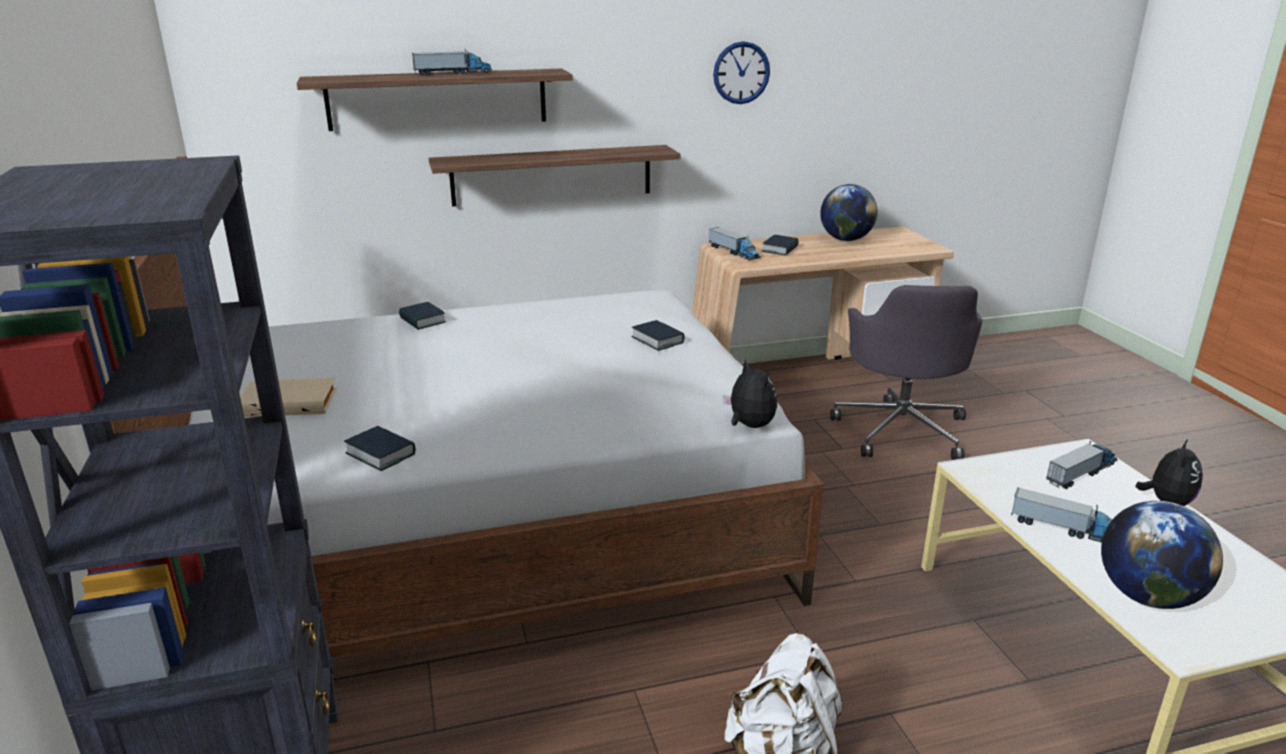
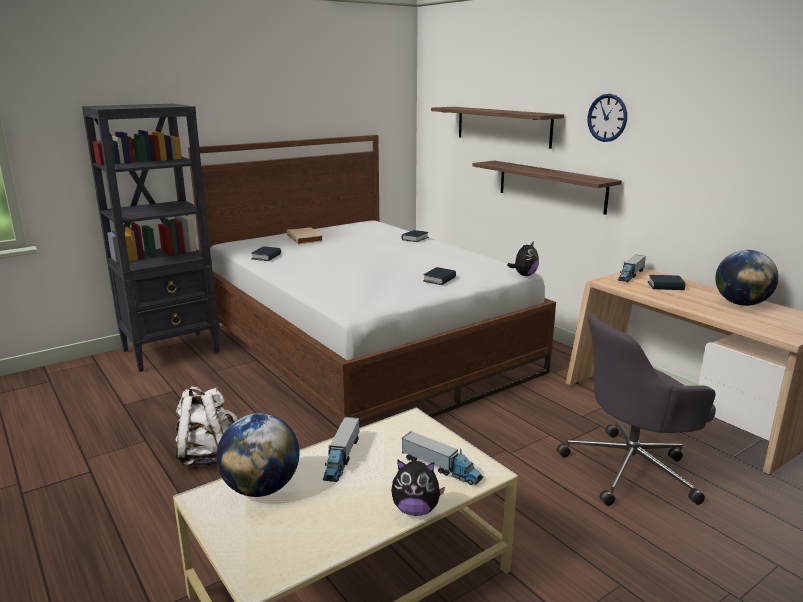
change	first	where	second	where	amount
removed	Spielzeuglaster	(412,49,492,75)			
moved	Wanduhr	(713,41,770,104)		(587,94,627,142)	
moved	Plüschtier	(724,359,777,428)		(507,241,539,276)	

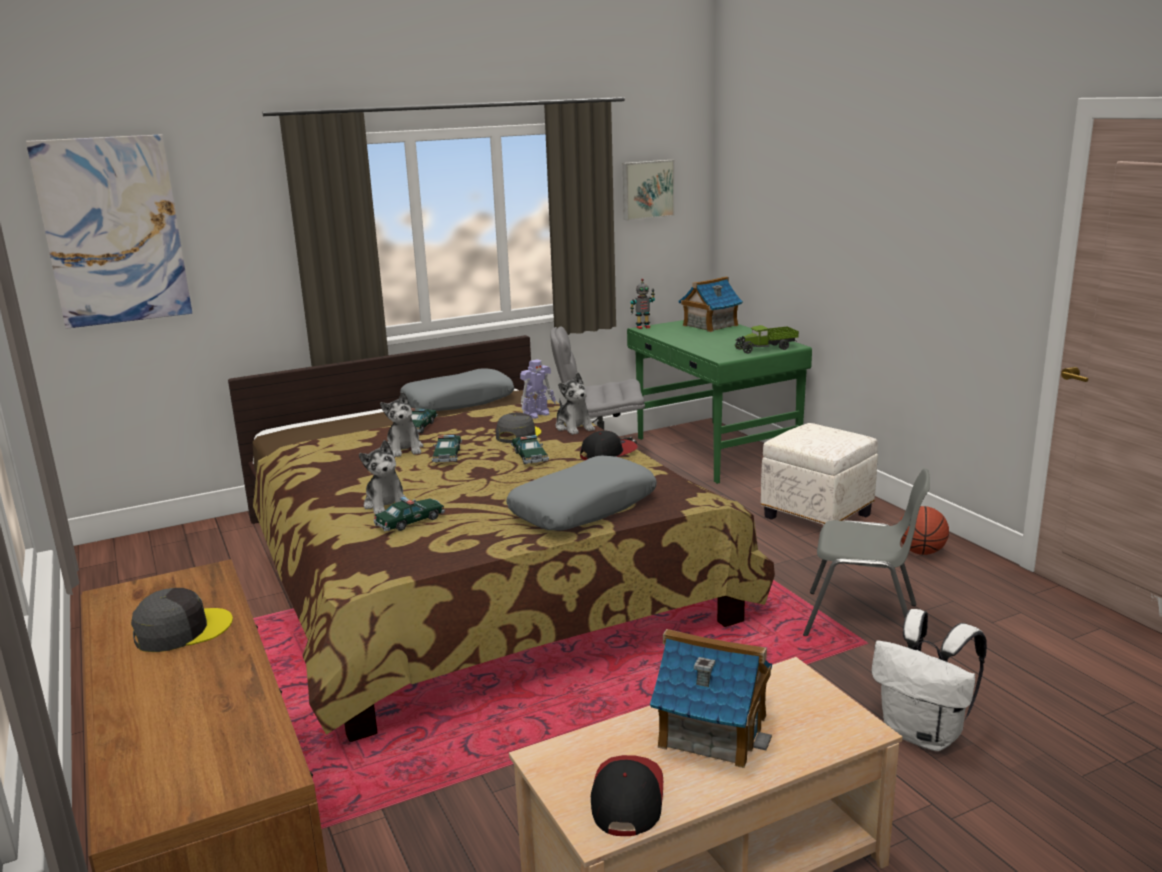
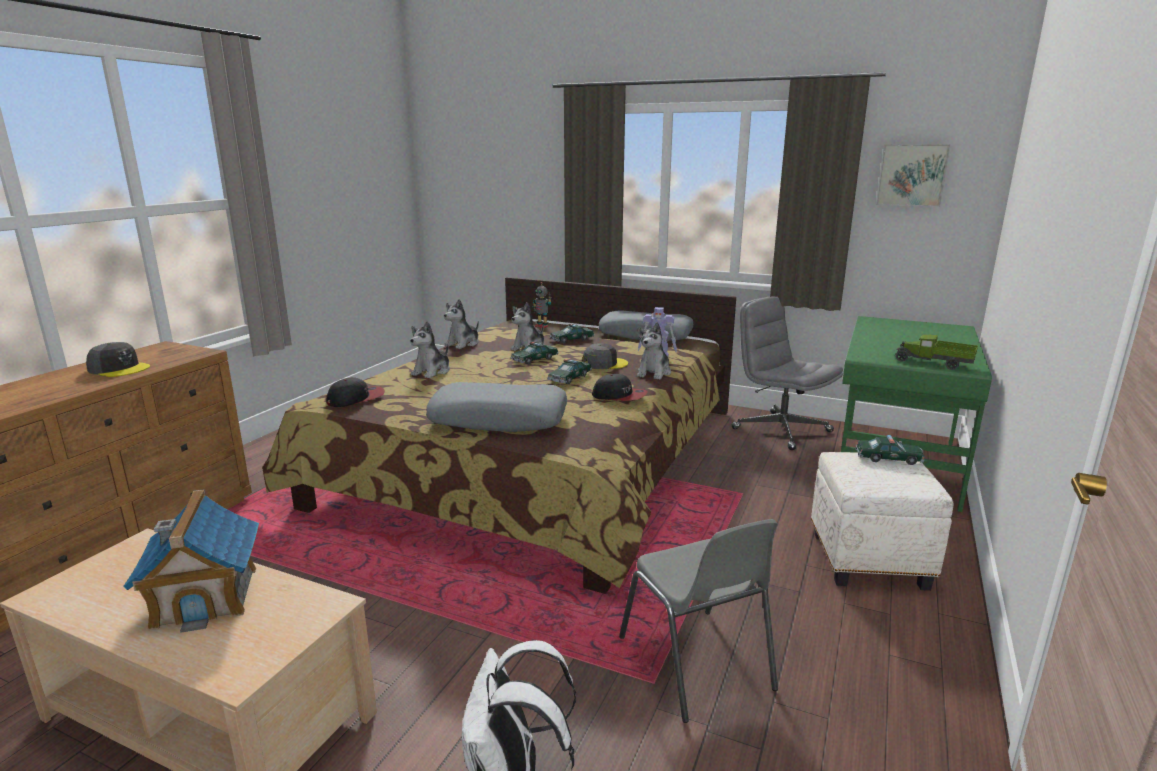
change	first	where	second	where	amount
removed	Bild	(26,134,192,329)			
moved	Spielzeugauto	(373,497,445,532)		(855,435,925,465)	
moved	Kappe	(591,755,663,836)		(326,377,385,407)	
moved	Spielzeugroboter	(630,279,655,329)		(533,282,552,328)	
removed	Spielzeughaus	(678,276,743,332)			
removed	Basketball	(899,506,949,555)			
added			Plüschtier	(444,299,479,349)	

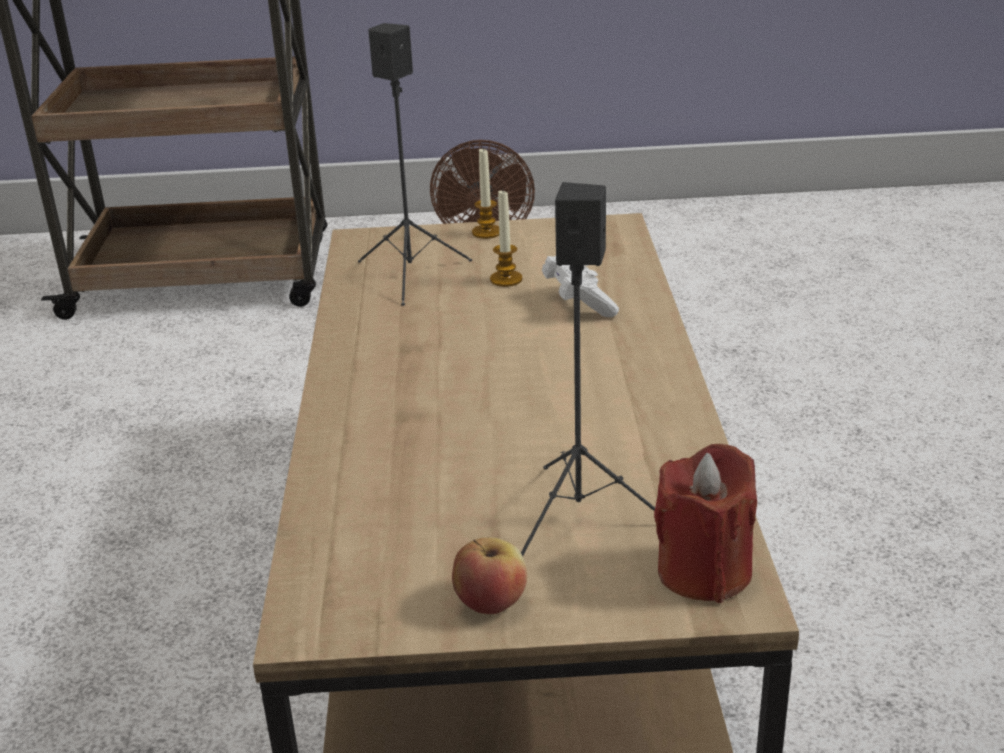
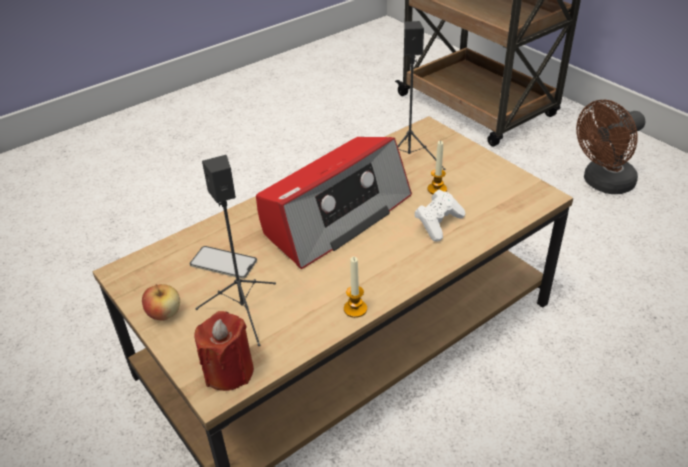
change	first	where	second	where	amount
moved	Kerze	(472,149,499,239)		(344,257,367,318)	
added			Handy	(190,246,257,279)	
added			Radio	(256,137,412,269)	

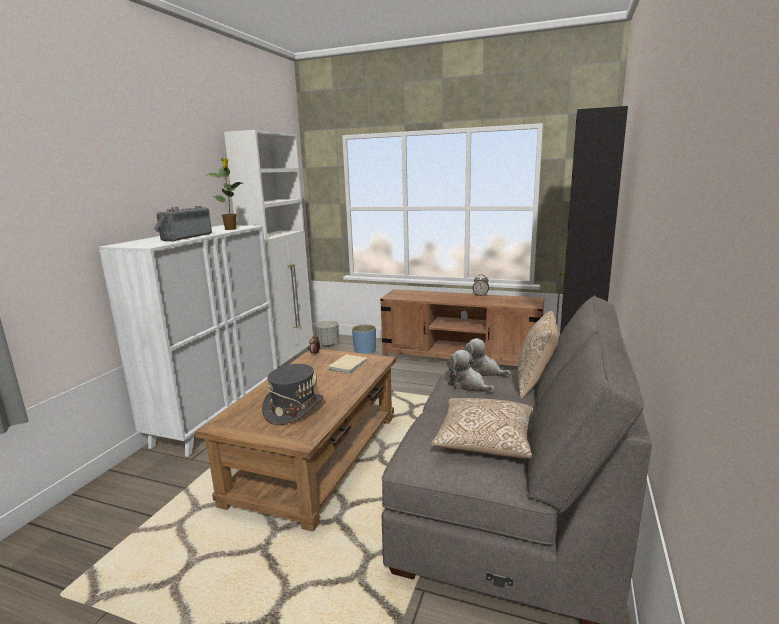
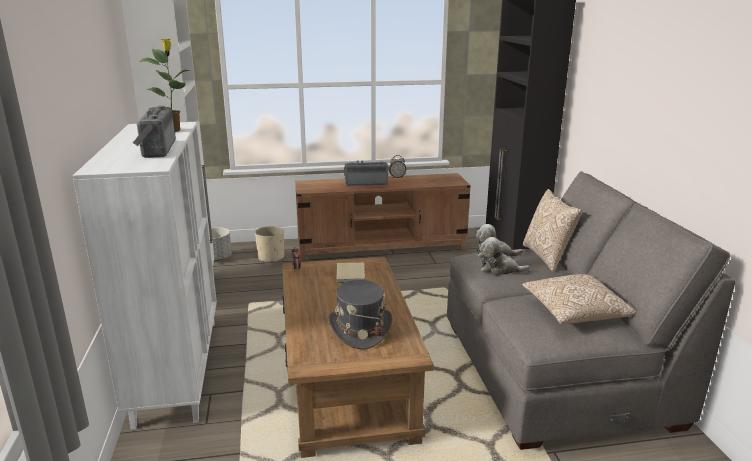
change	first	where	second	where	amount
recoloured	Pflanzkübel (blau)	(352,324,376,354)	Pflanzkübel (beige)	(255,226,284,263)	
added			Radio	(344,160,389,186)	

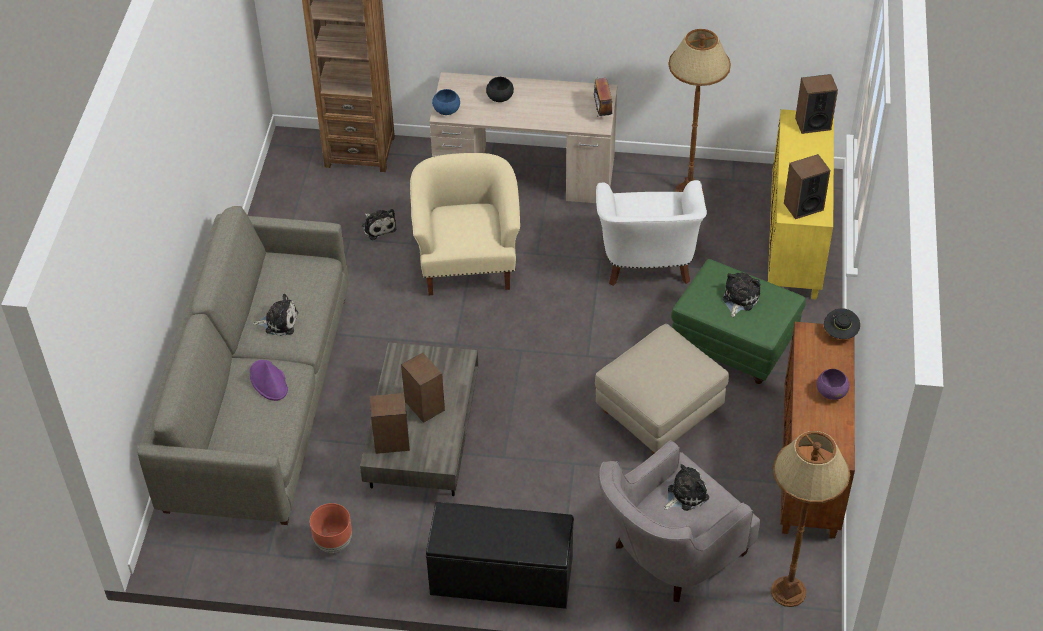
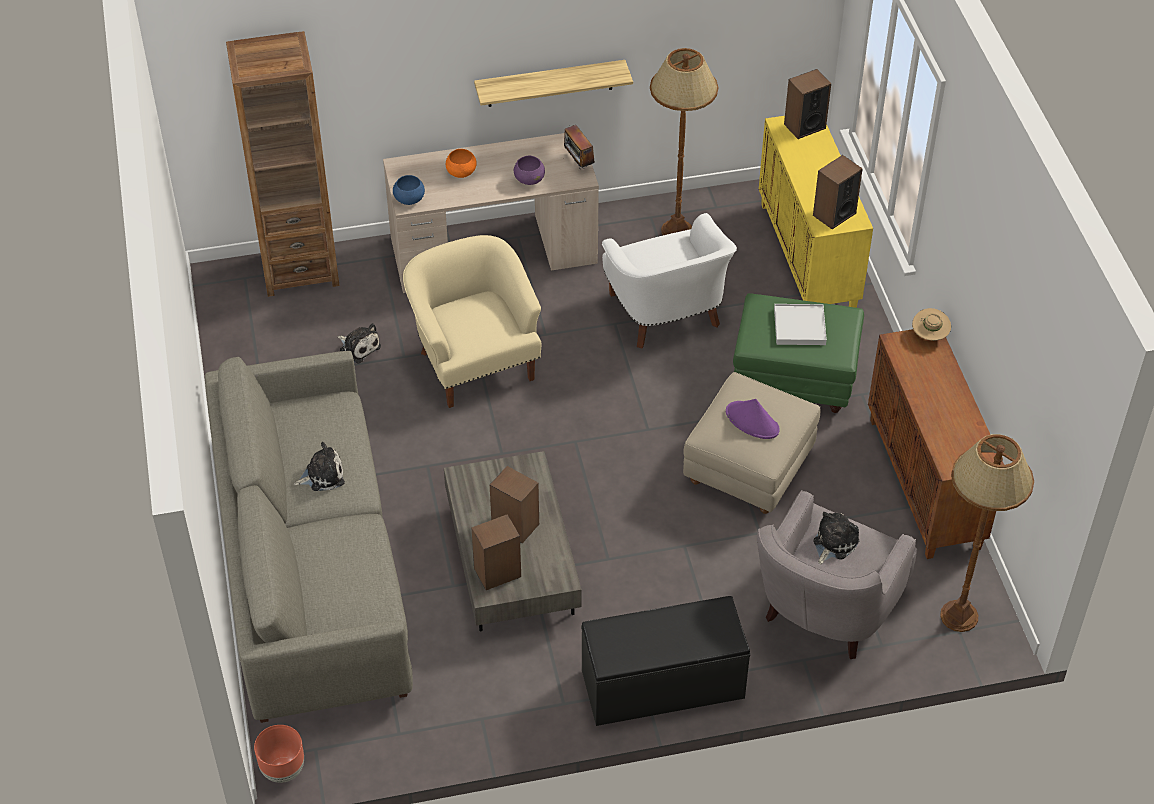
change	first	where	second	where	amount
moved	Hut (lila)	(250,360,288,401)		(726,399,780,439)	
moved	Pflanzkübel (braun)	(310,503,352,553)		(254,725,304,783)	
recoloured	Schüssel (schwarz)	(486,77,514,102)	Schüssel (orange)	(446,149,477,178)	
replaced	Plüschtier	(723,272,760,317)	Tablett (weiß)	(774,304,827,345)	
moved	Schüssel (lila)	(816,369,849,400)		(514,156,545,185)	
recoloured	Hut (schwarz)	(824,308,860,339)	Hut (beige)	(912,308,951,341)	
added			Wandregal	(474,60,633,107)	

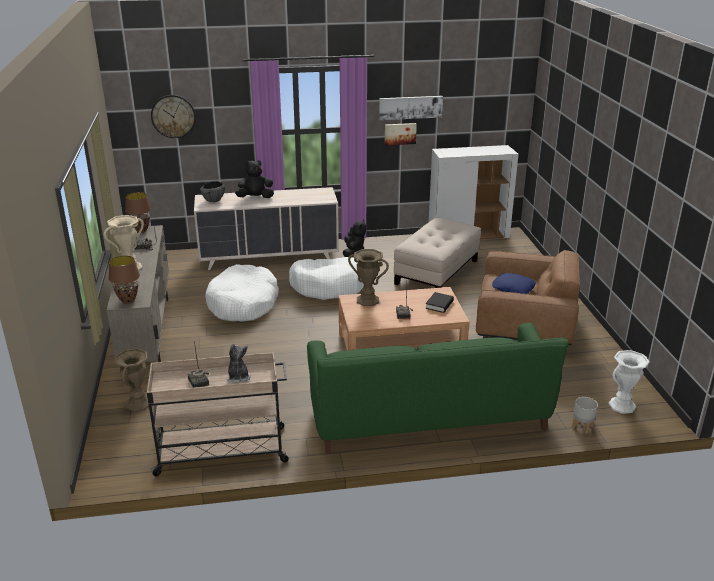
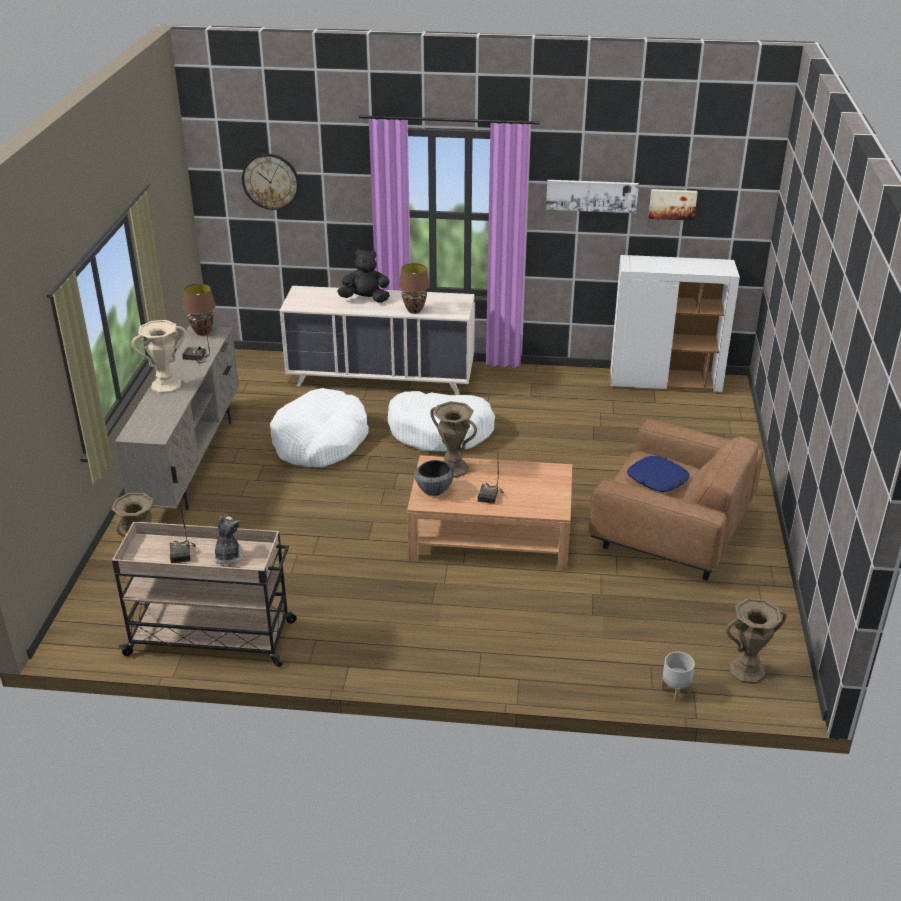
change	first	where	second	where	amount
moved	Tischlampe (braun)	(109,255,140,304)		(398,263,430,314)	
moved	Schüssel	(200,182,225,202)		(414,460,454,496)	
removed	Sofa (grün)	(307,323,569,453)			
removed	Plüschtier (schwarz)	(343,219,366,257)			
moved	Bild	(385,123,417,146)		(649,189,698,221)	
removed	Polsterhocker (beige)	(394,218,481,288)			
removed	Buch (schwarz)	(425,292,454,313)			
recoloured	Vase (weiß)	(609,350,650,414)	Vase (braun)	(726,598,787,684)	

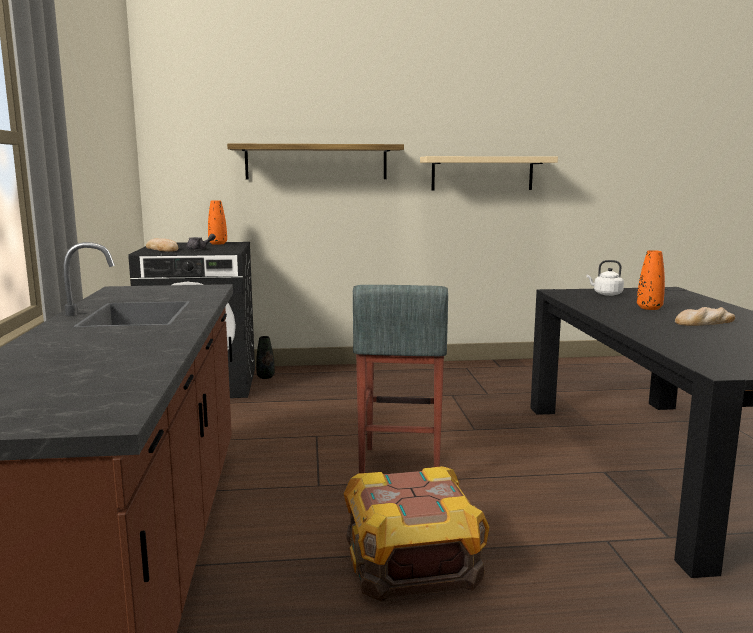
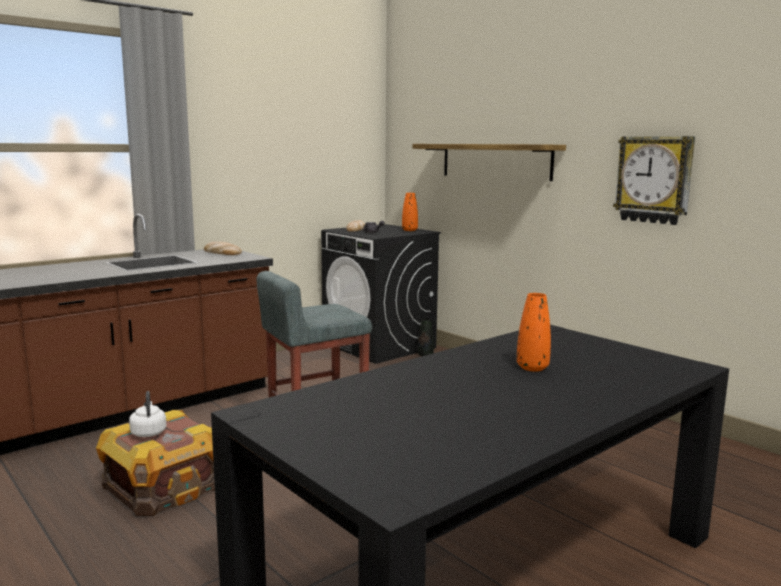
change	first	where	second	where	amount
replaced	Wandregal (beige)	(420,156,558,190)	Wanduhr	(613,136,695,225)	
moved	Wasserkessel (weiß)	(587,260,624,296)		(129,391,166,437)	
moved	Brot	(675,307,735,326)		(204,242,242,255)	

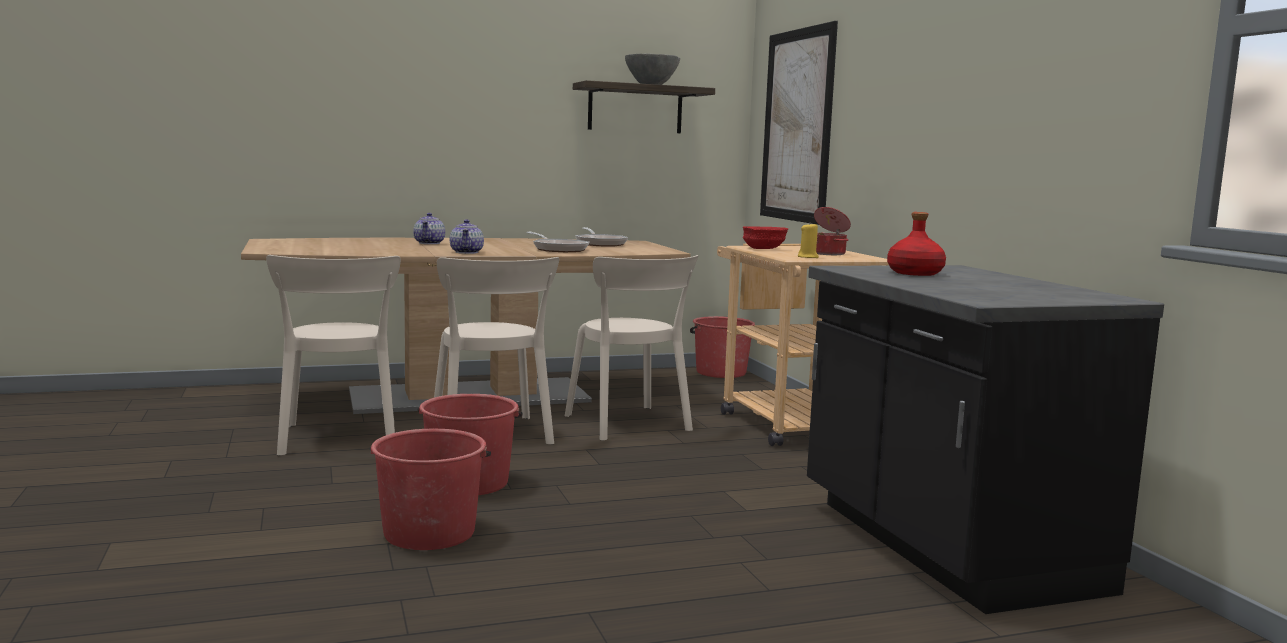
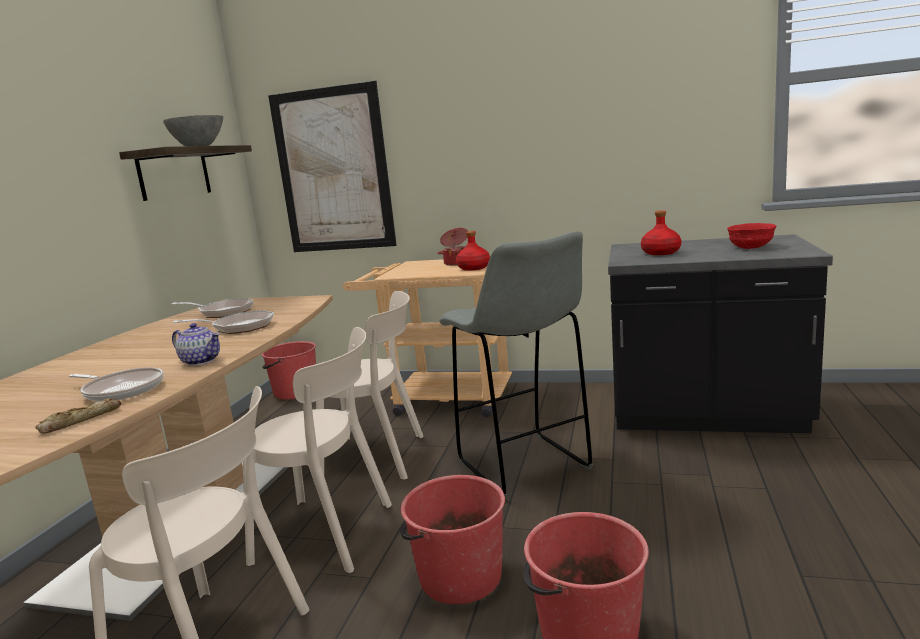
change	first	where	second	where	amount
removed	Teekanne	(413,213,445,244)			
moved	Schüssel (rot)	(743,226,788,249)		(727,223,776,249)	
replaced	Kerze (gelb)	(798,224,819,258)	Flasche (rot)	(456,231,490,271)	
added			Brot	(35,398,121,433)	
added			Pfanne	(69,367,164,402)	
added			Hocker (grau)	(439,231,593,499)	

